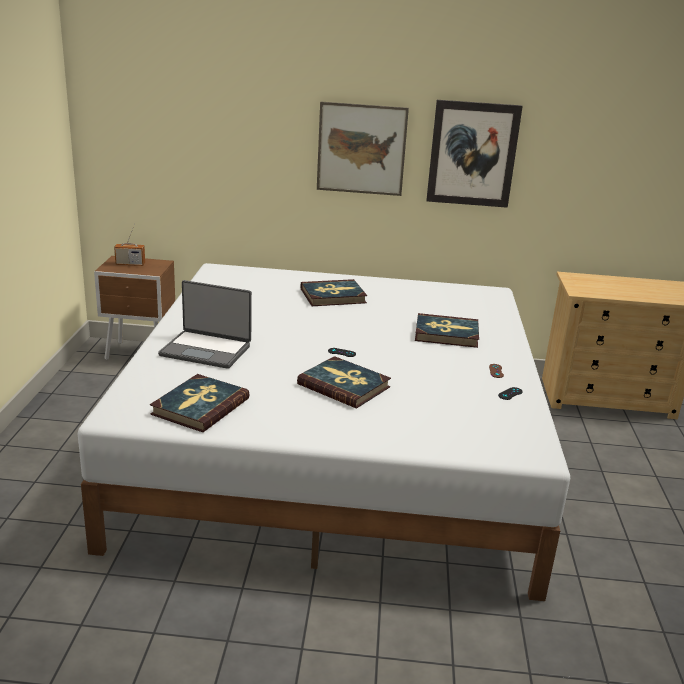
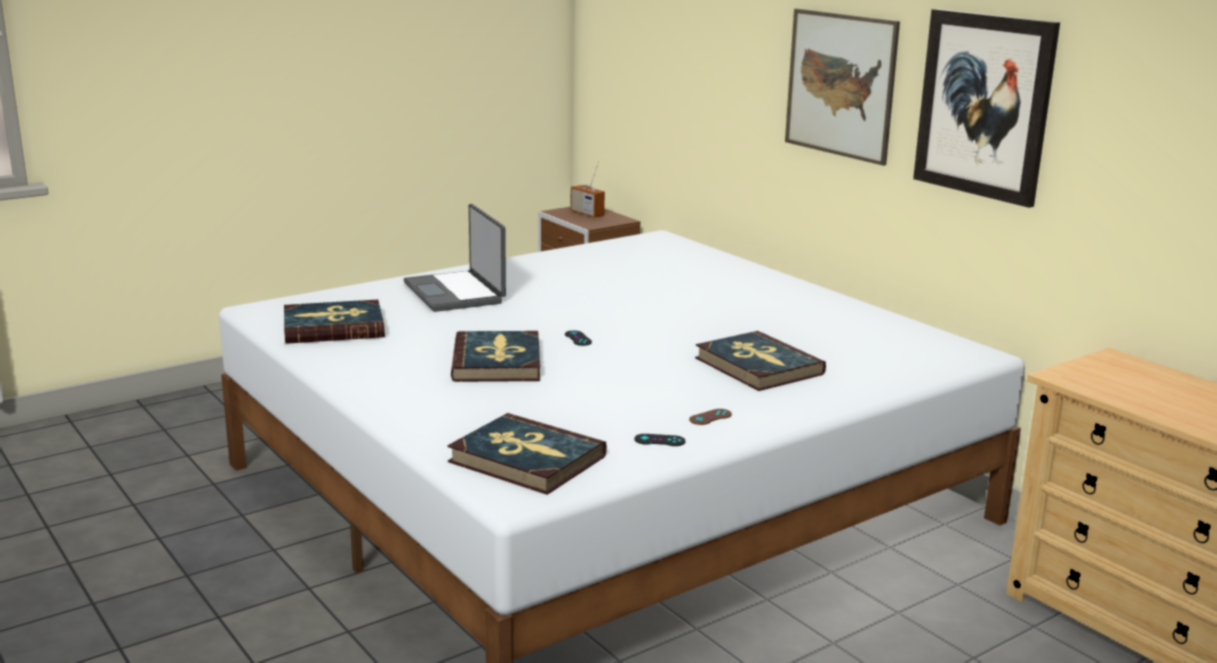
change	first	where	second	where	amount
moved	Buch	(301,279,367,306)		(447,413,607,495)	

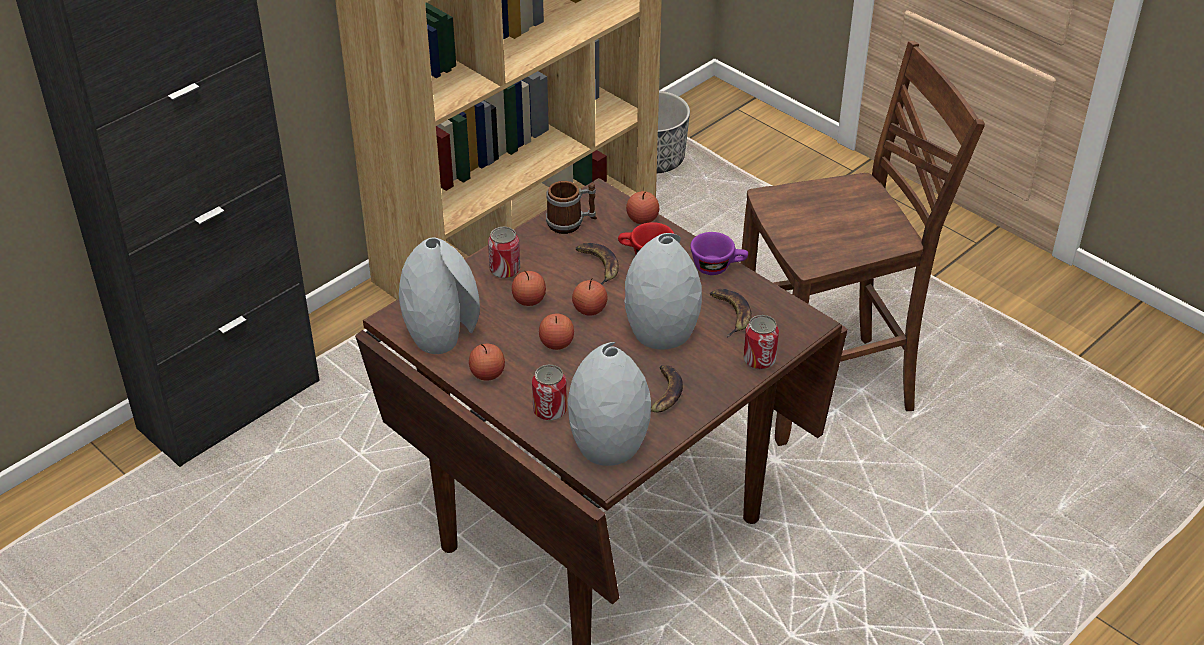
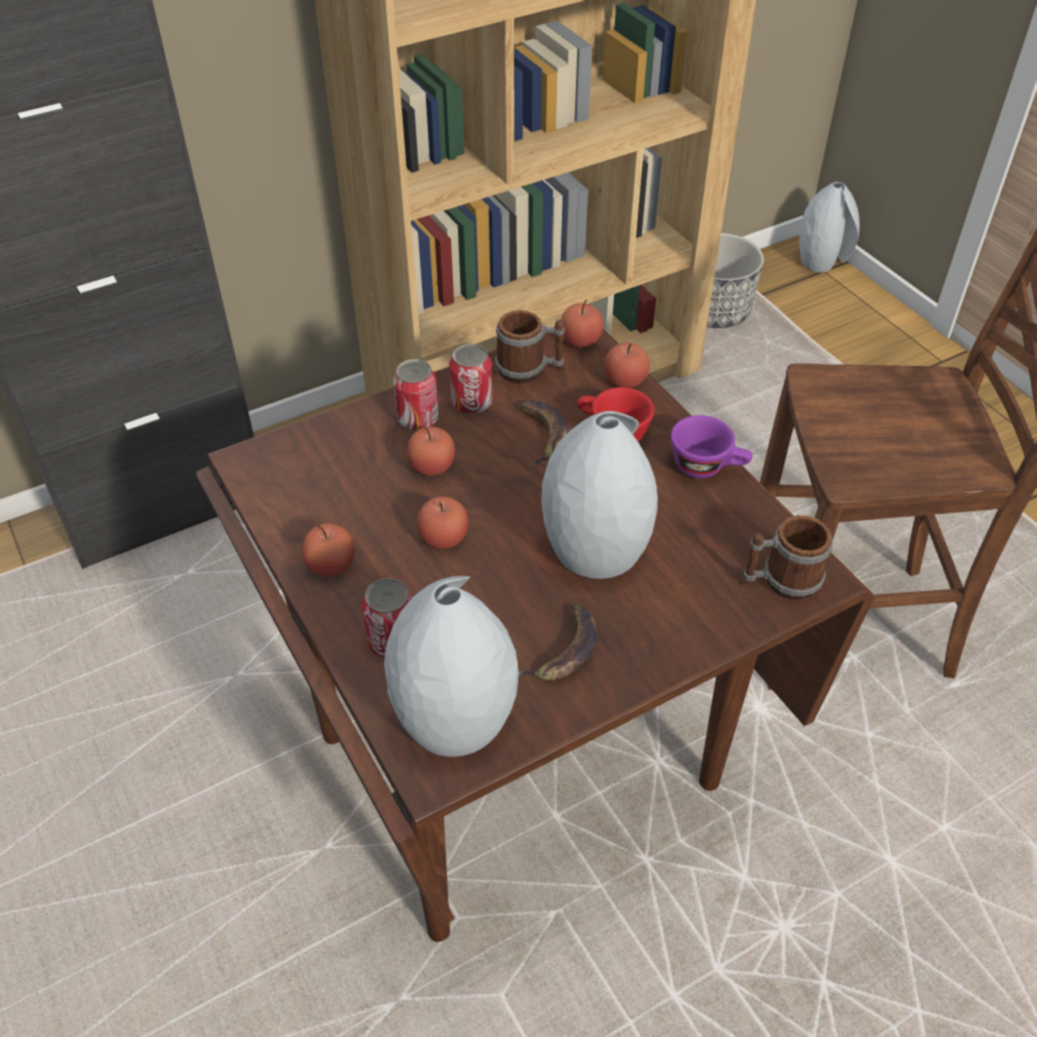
change	first	where	second	where	amount
moved	Vase (grau)	(399,238,480,354)		(799,182,860,273)	
moved	Apfel	(572,278,607,316)		(561,299,604,347)	
removed	Banane	(710,289,751,337)			
moved	Dose	(743,315,779,370)		(449,344,492,414)	
added			Henkelbecher	(740,515,833,600)	

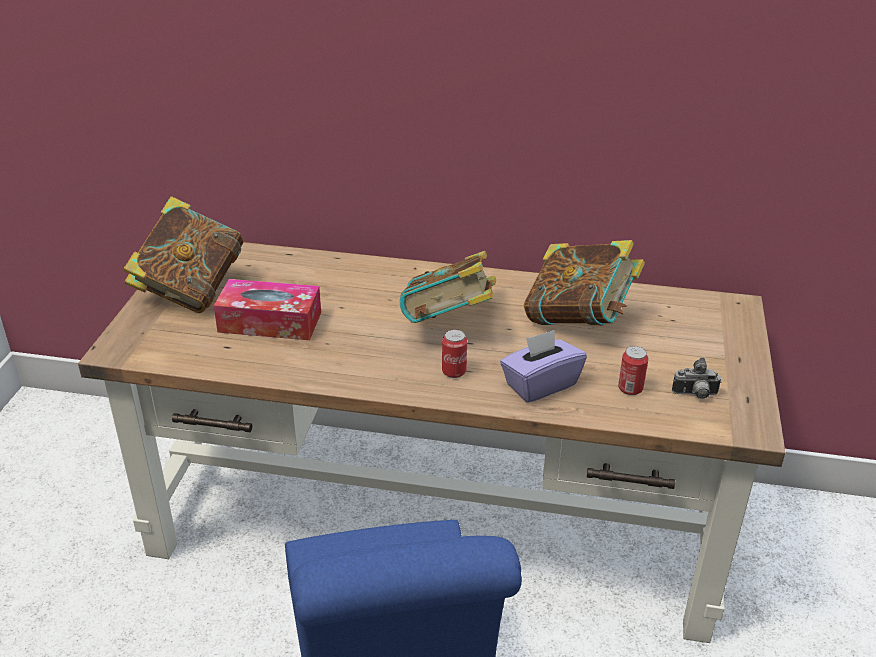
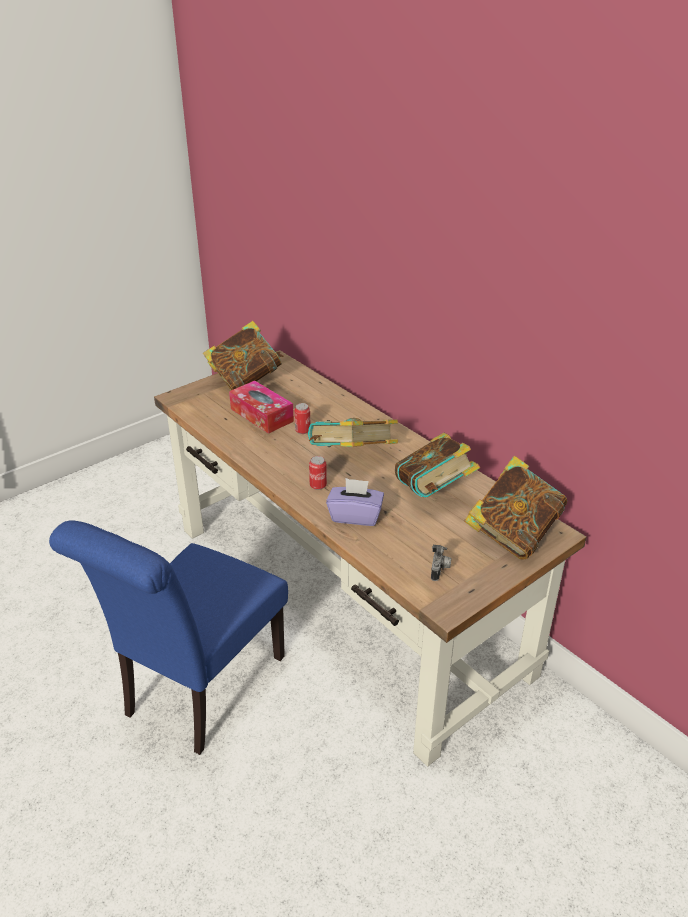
change	first	where	second	where	amount
moved	Dose	(618,346,648,395)		(294,403,310,434)	
turned	Kamera	(672,357,722,399)		(431,545,451,581)	120 degrees counterclockwise
added			Buch	(464,456,567,559)	

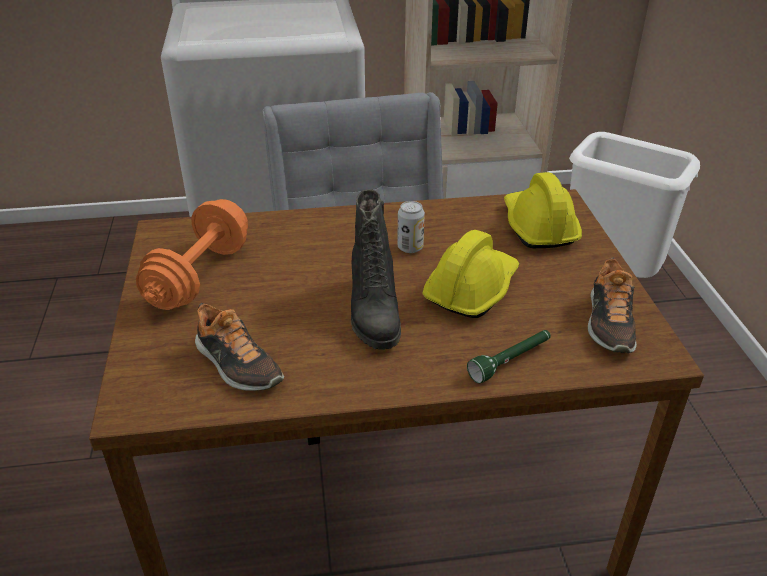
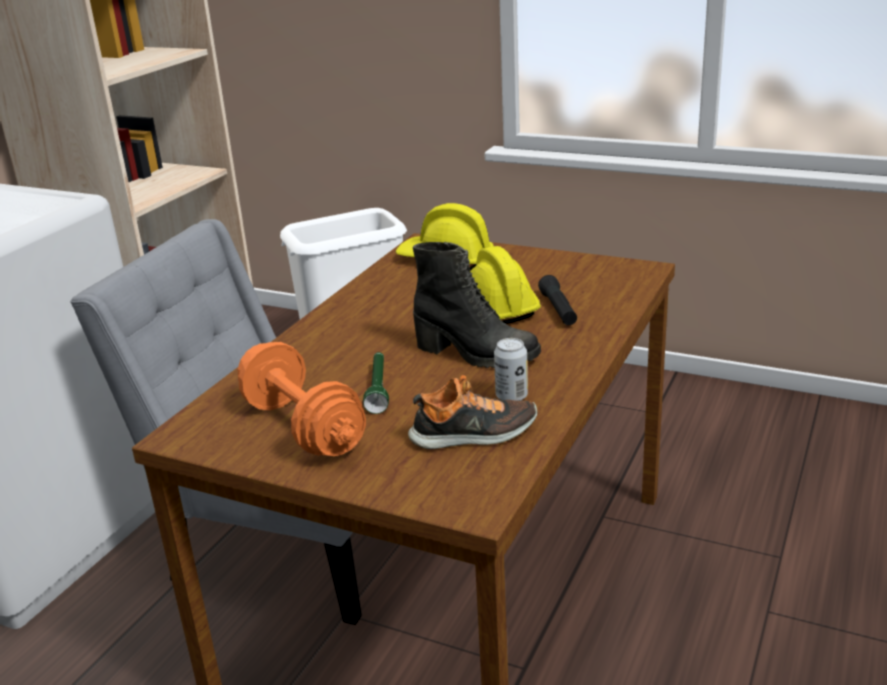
change	first	where	second	where	amount
moved	Dose	(397,201,425,253)		(494,338,528,400)	
moved	Taschenlampe (grün)	(467,330,551,383)		(363,352,389,414)	
removed	Schuh	(588,257,637,353)			
added			Taschenlampe (schwarz)	(538,275,577,325)	

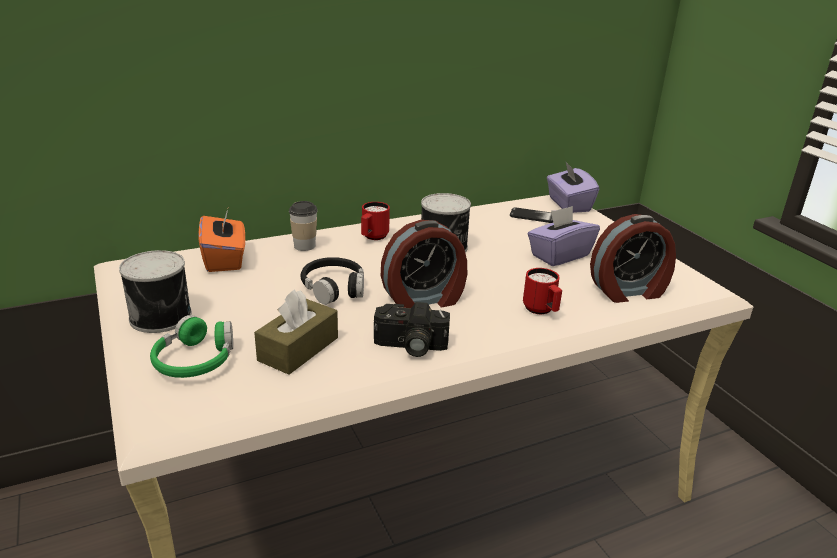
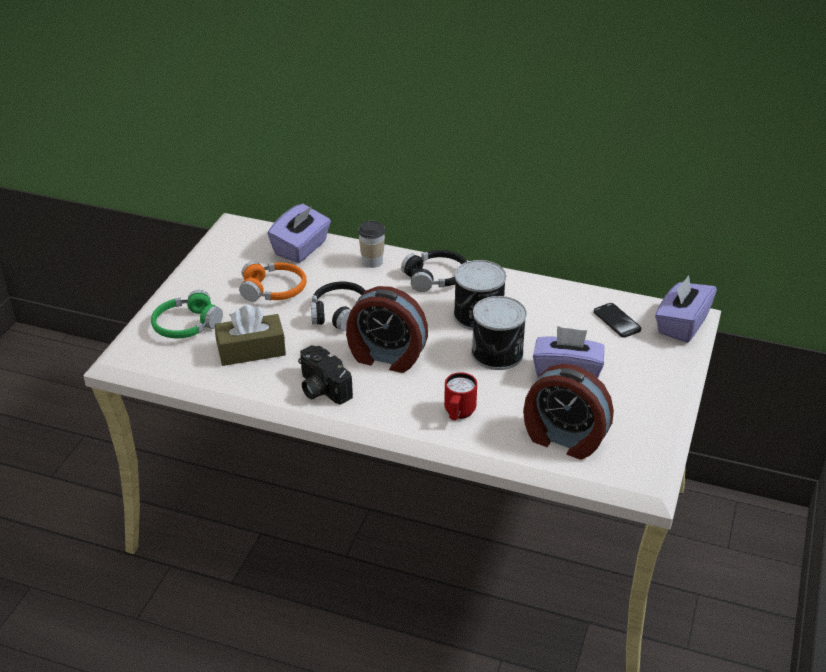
change	first	where	second	where	amount
moved	Dose	(119,250,192,333)		(471,296,527,370)	
recoloured	Taschentuchbox (orange)	(199,209,245,272)	Taschentuchbox (lila)	(267,204,331,263)	
replaced	Henkelbecher (rot)	(361,202,390,240)	Kopfhörer (schwarz)	(401,250,467,292)	
added			Kopfhörer (orange)	(239,261,307,302)	

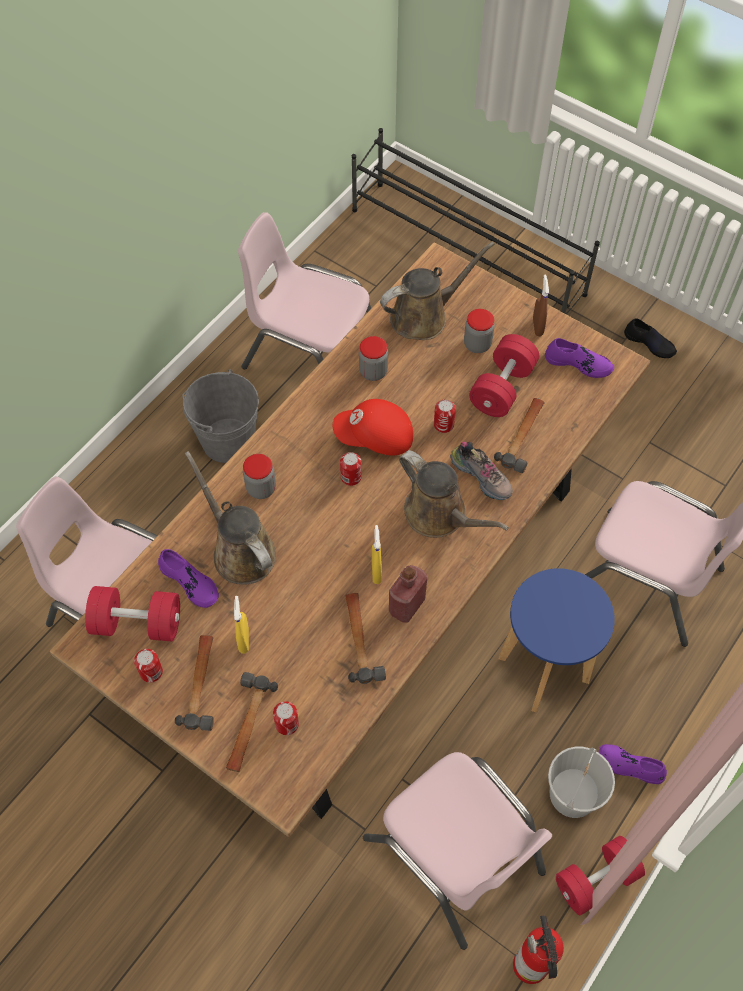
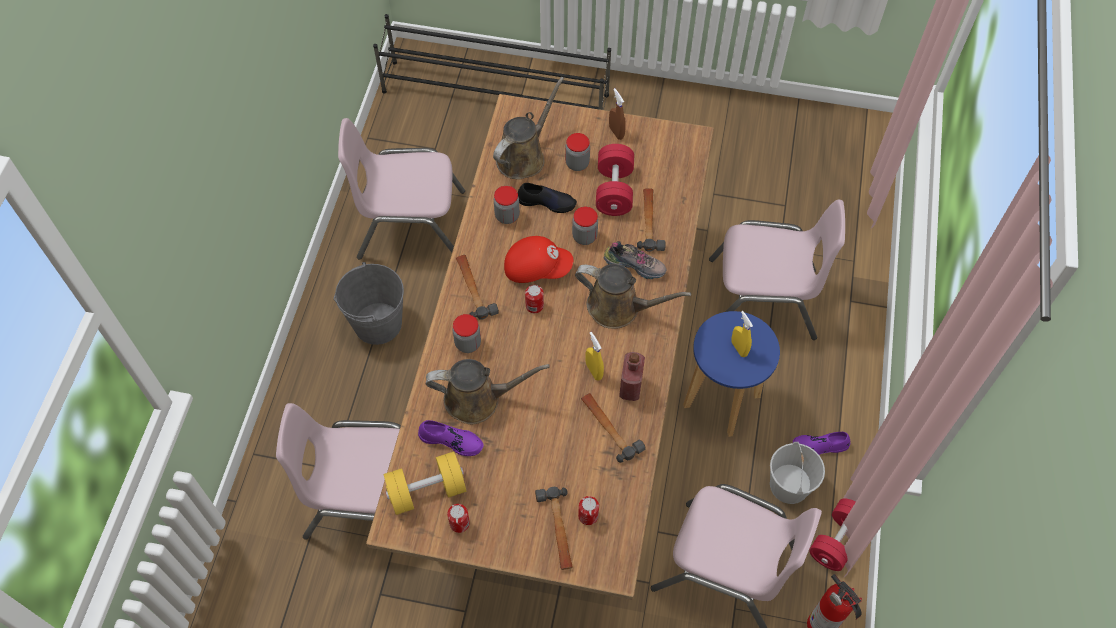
change	first	where	second	where	amount
recoloured	Hantel (rot)	(85,586,180,641)	Hantel (gelb)	(384,451,466,515)	
moved	Hammer	(175,635,214,731)		(456,255,499,320)	
turned	Gießkanne (braun)	(185,451,276,585)		(426,359,550,424)	150 degrees clockwise
moved	Sprühflasche (gelb)	(234,596,249,654)		(731,311,753,357)	
turned	Kappe (rot)	(333,399,413,455)		(504,236,573,283)	150 degrees counterclockwise
replaced	Dose	(434,400,456,433)	Vorratsglas	(572,207,598,245)	
removed	Schuh (lila)	(545,338,614,378)			
moved	Schuh (schwarz)	(624,318,677,358)		(518,183,577,213)	

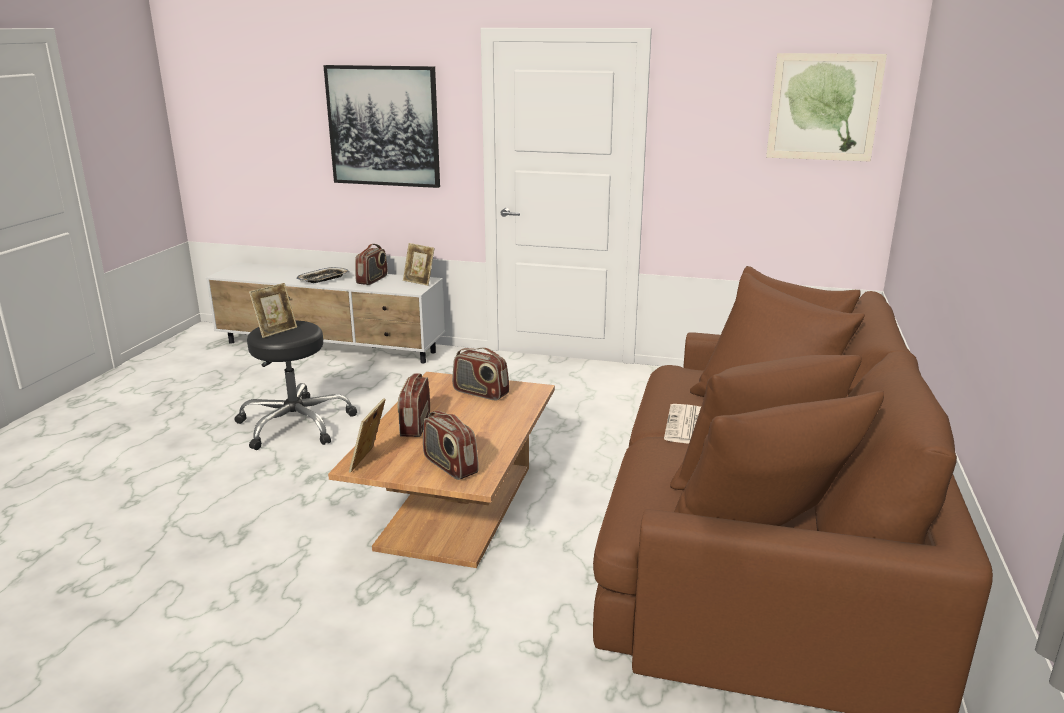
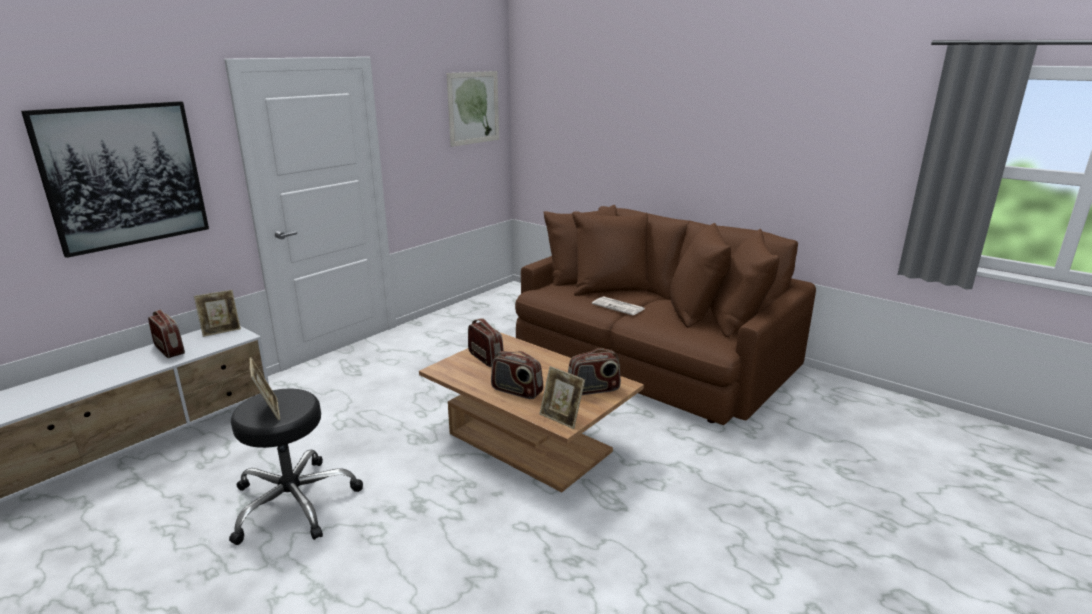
change	first	where	second	where	amount
removed	Tablett	(296,267,350,283)			
turned	Radio	(452,348,509,400)		(468,318,504,367)	90 degrees counterclockwise

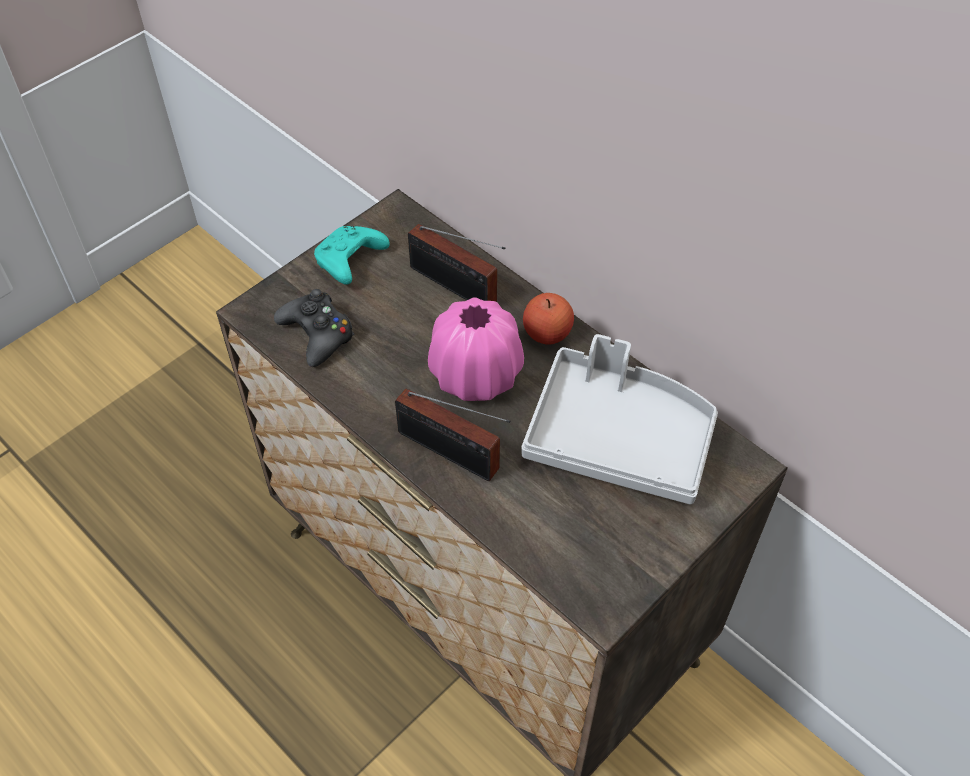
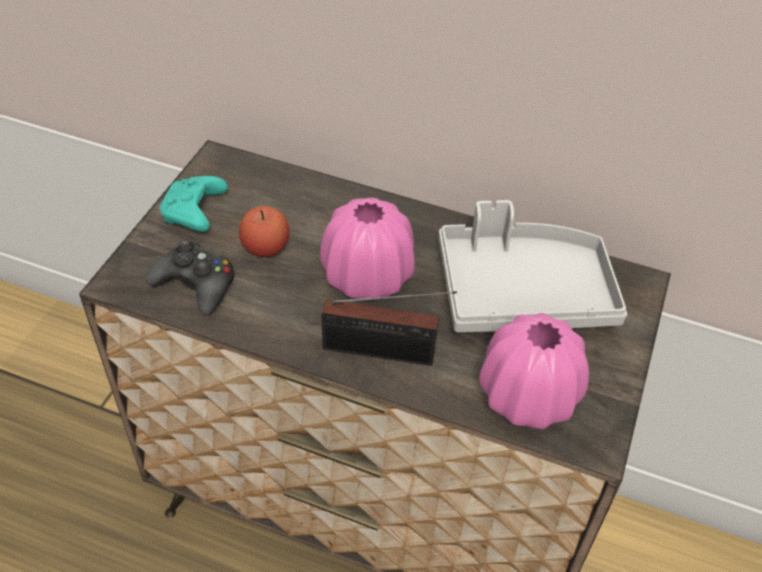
change	first	where	second	where	amount
removed	Radio	(408,224,506,302)			
moved	Apfel	(523,293,574,345)		(239,206,290,257)	
added			Vase (rosa)	(479,313,589,429)	

